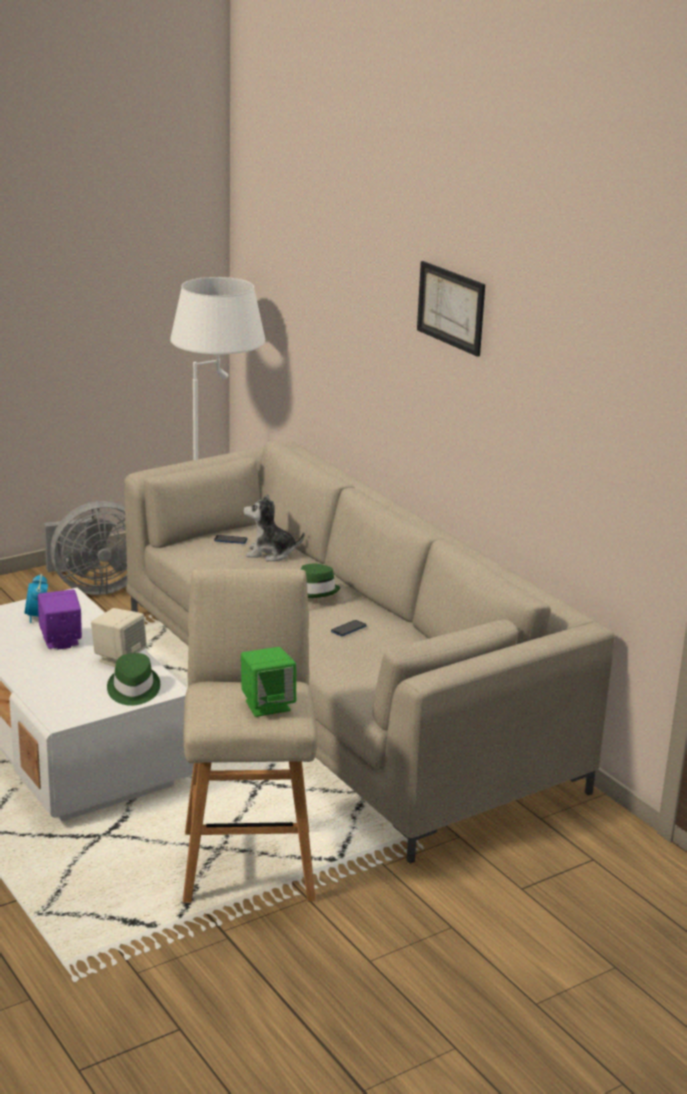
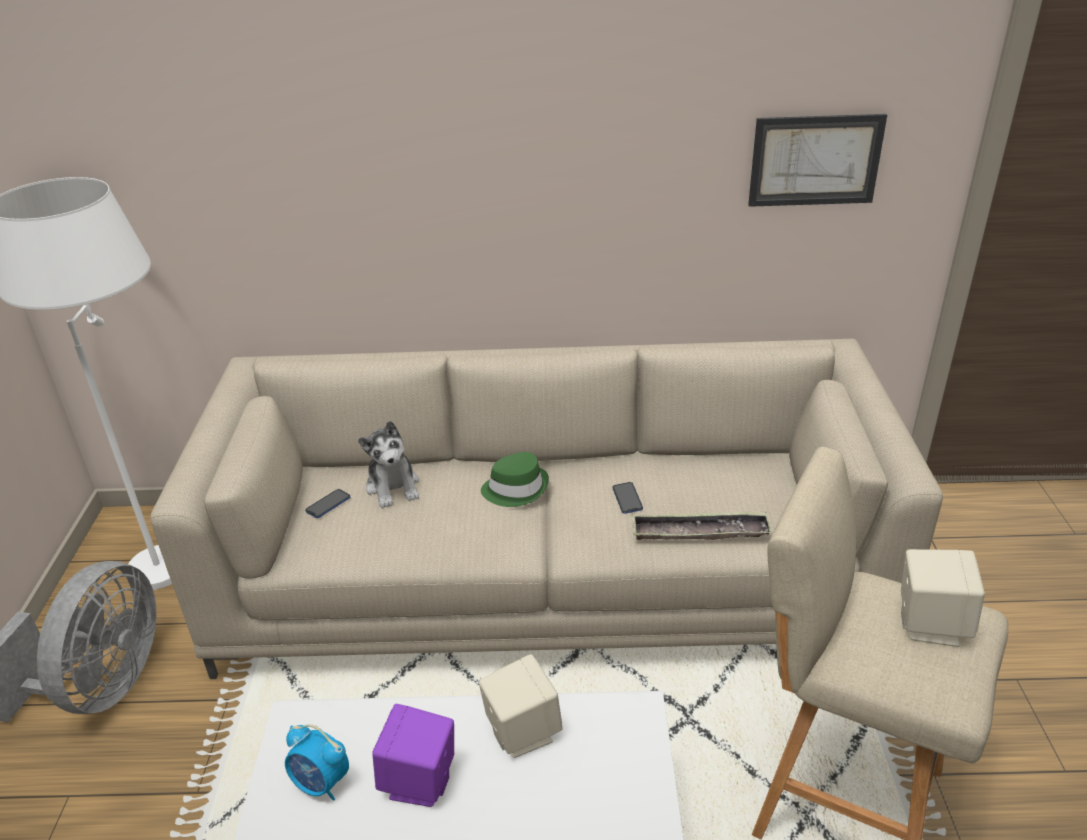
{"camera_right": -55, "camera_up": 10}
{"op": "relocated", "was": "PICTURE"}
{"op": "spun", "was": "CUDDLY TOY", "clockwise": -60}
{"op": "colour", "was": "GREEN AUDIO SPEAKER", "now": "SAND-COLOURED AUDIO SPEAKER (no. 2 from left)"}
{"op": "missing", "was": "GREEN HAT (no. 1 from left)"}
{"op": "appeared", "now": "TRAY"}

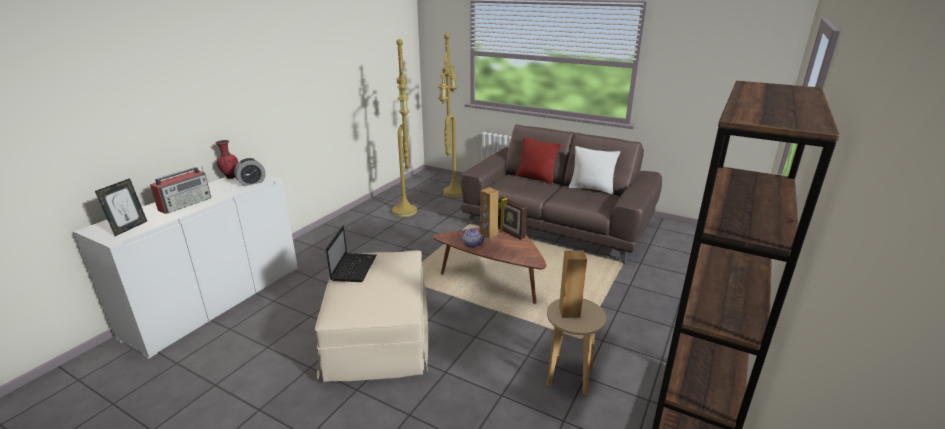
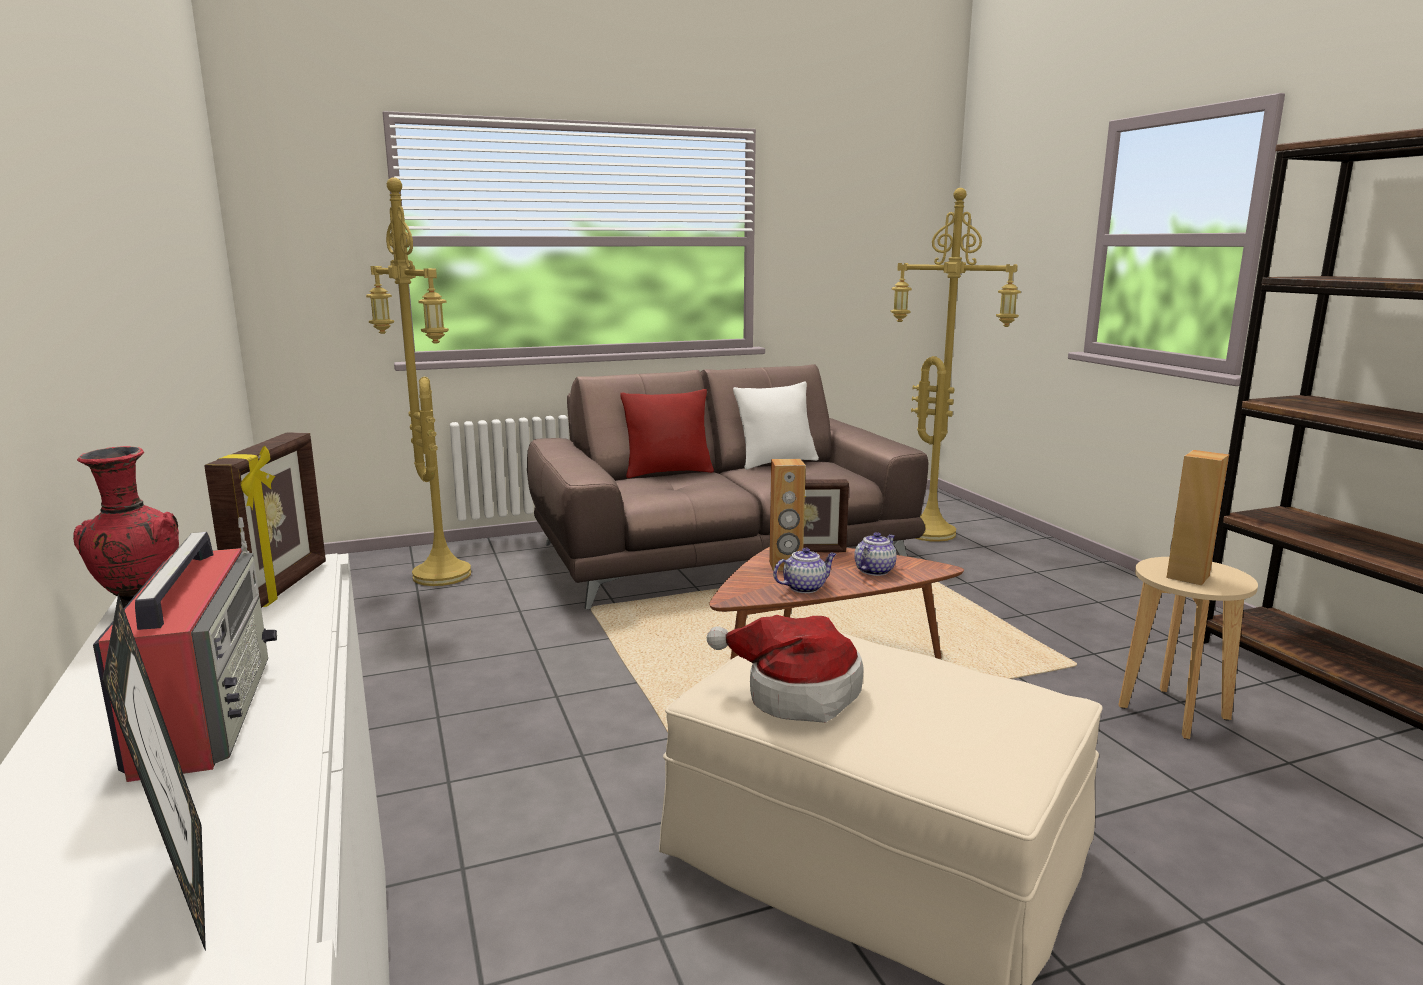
{"camera_right": -50, "camera_up": -10}
{"op": "relocated", "was": "YELLOWISH STANDARD LAMP (no. 1 from left in the first image)", "now": "YELLOWISH STANDARD LAMP (no. 2 from left)"}
{"op": "exchanged", "was": "BEDSIDE CLOCK", "now": "PICTURE FRAME (no. 2 from left)"}
{"op": "exchanged", "was": "PORTABLE COMPUTER", "now": "HAT"}
{"op": "appeared", "now": "TEA POT (no. 2 from left)"}

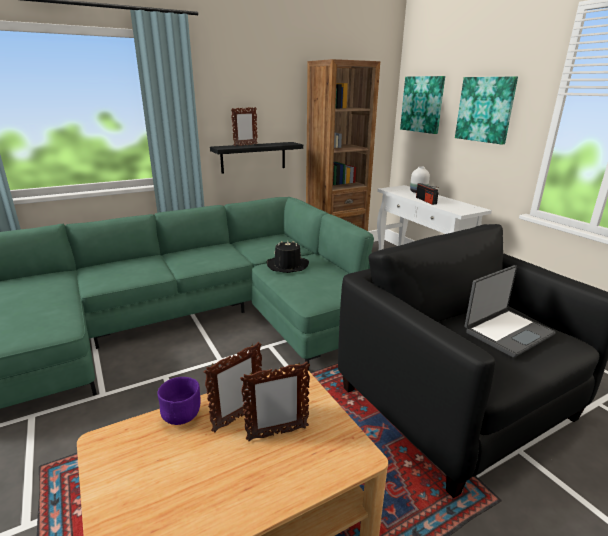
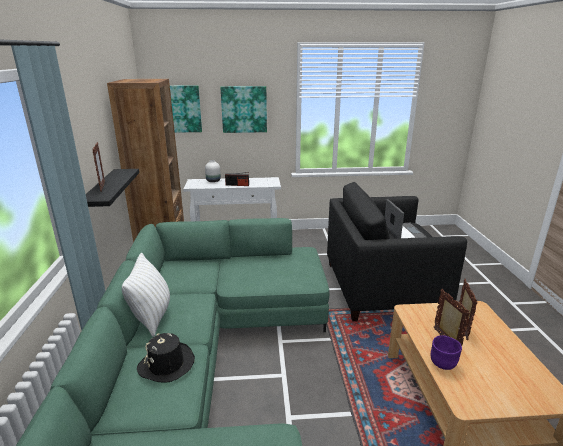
{"camera_right": -65, "camera_up": 0}
{"op": "relocated", "was": "BLACK-COLOURED HAT"}
{"op": "appeared", "now": "WHITE-COLOURED PILLOW"}

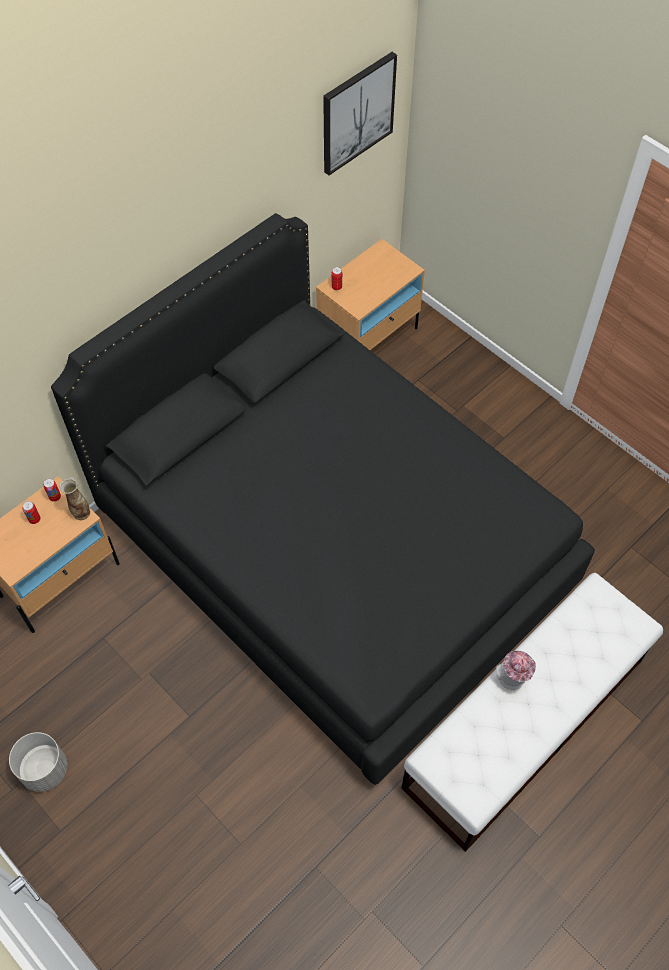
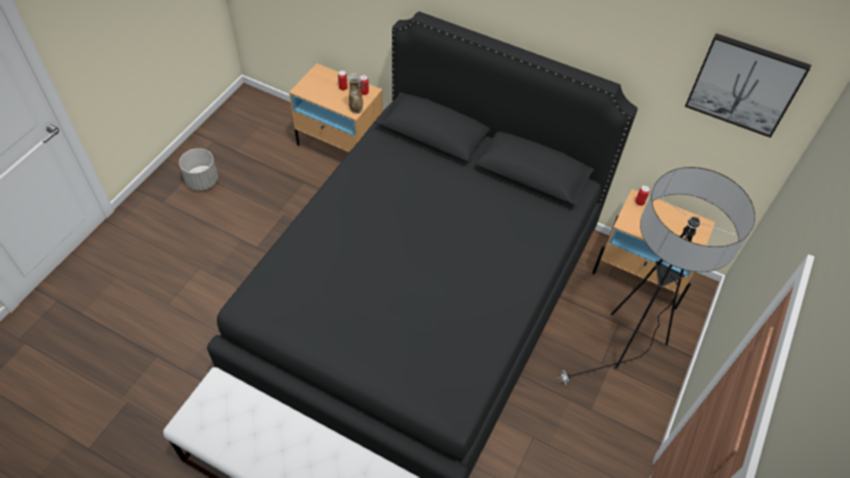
{"camera_right": 70, "camera_up": -5}
{"op": "missing", "was": "HAT"}
{"op": "appeared", "now": "STANDARD LAMP"}

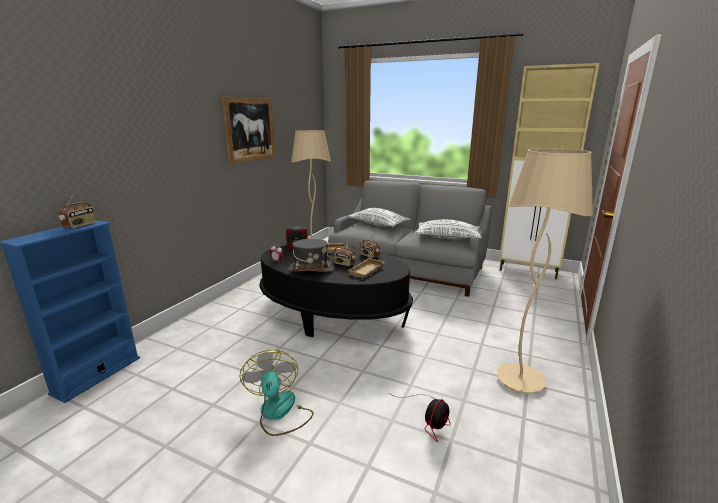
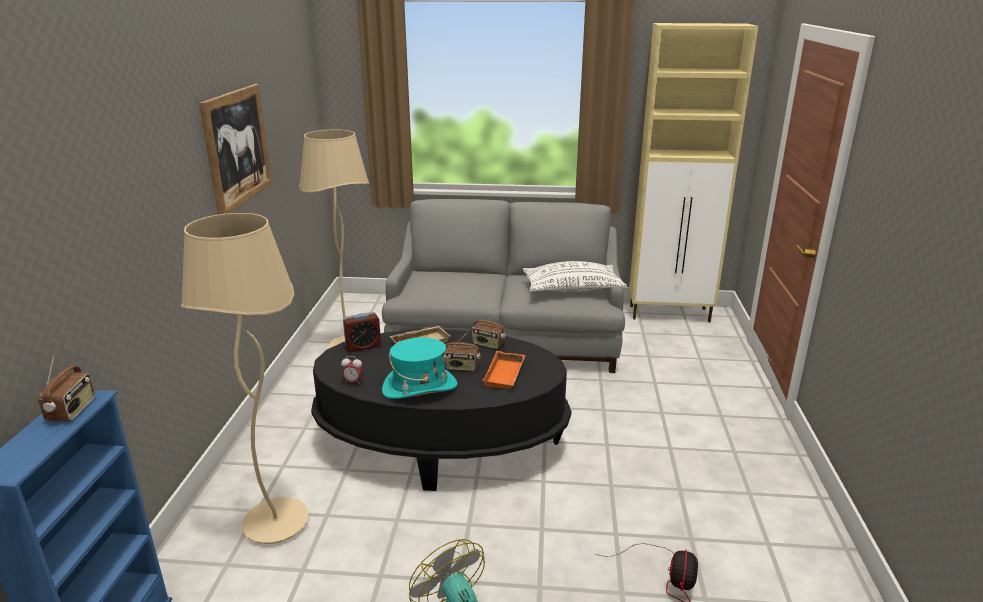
{"camera_right": -20, "camera_up": 5}
{"op": "relocated", "was": "SAND-COLOURED STANDARD LAMP (no. 2 from left in the first image)", "now": "SAND-COLOURED STANDARD LAMP (no. 1 from left)"}
{"op": "missing", "was": "WHITE-COLOURED PILLOW (no. 1 from left)"}
{"op": "colour", "was": "GREYISH HAT", "now": "TURQUOISE HAT"}
{"op": "colour", "was": "SAND-COLOURED TRAY (no. 2 from left)", "now": "ORANGEY TRAY"}

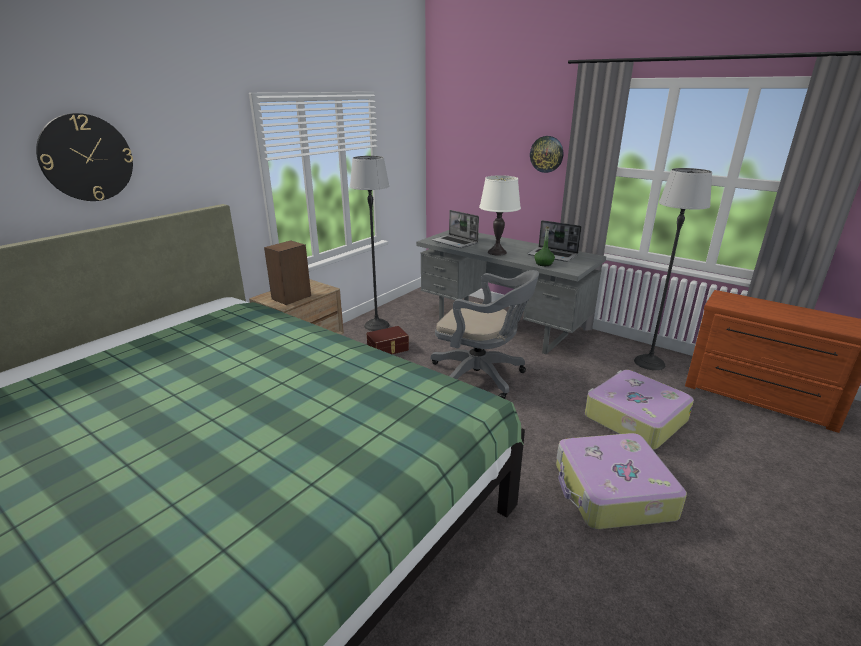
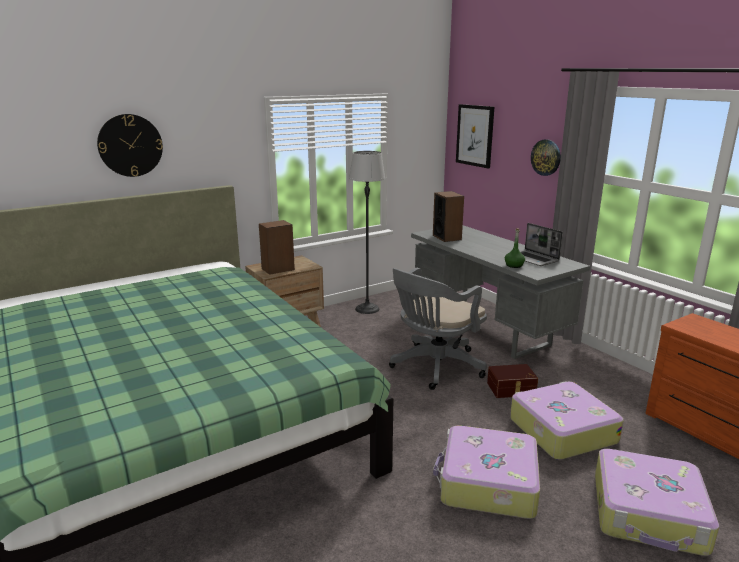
{"camera_right": 20, "camera_up": -5}
{"op": "missing", "was": "STANDARD LAMP (no. 2 from left)"}
{"op": "missing", "was": "WHITE-COLOURED TABLE LAMP"}
{"op": "exchanged", "was": "PORTABLE COMPUTER (no. 1 from left)", "now": "AUDIO SPEAKER (no. 2 from left)"}
{"op": "spun", "was": "GREYISH COMPUTER CHAIR", "clockwise": 90}
{"op": "relocated", "was": "BROWN-COLOURED STORAGE BOX"}
{"op": "appeared", "now": "PICTURE"}
{"op": "appeared", "now": "PIECE OF LUGGAGE (no. 3 from left)"}

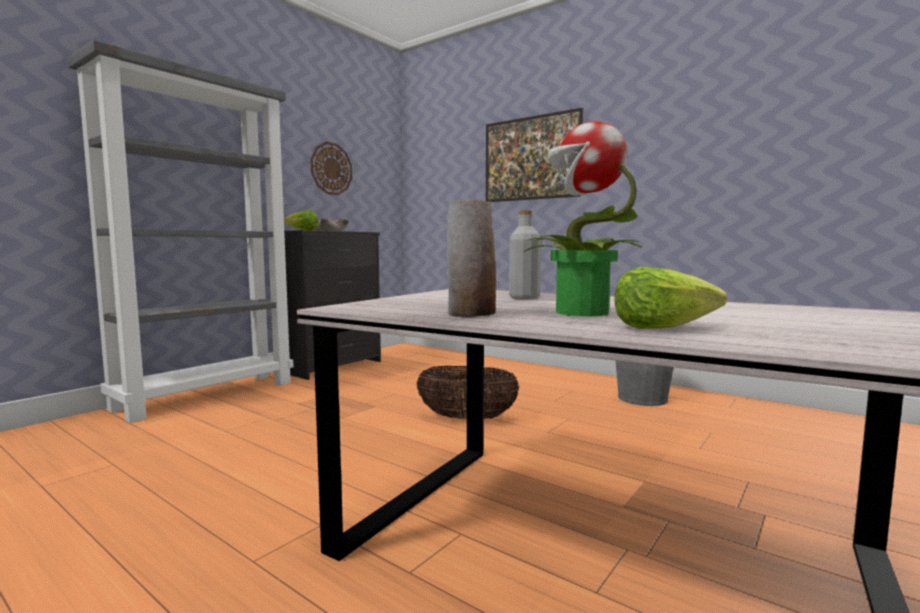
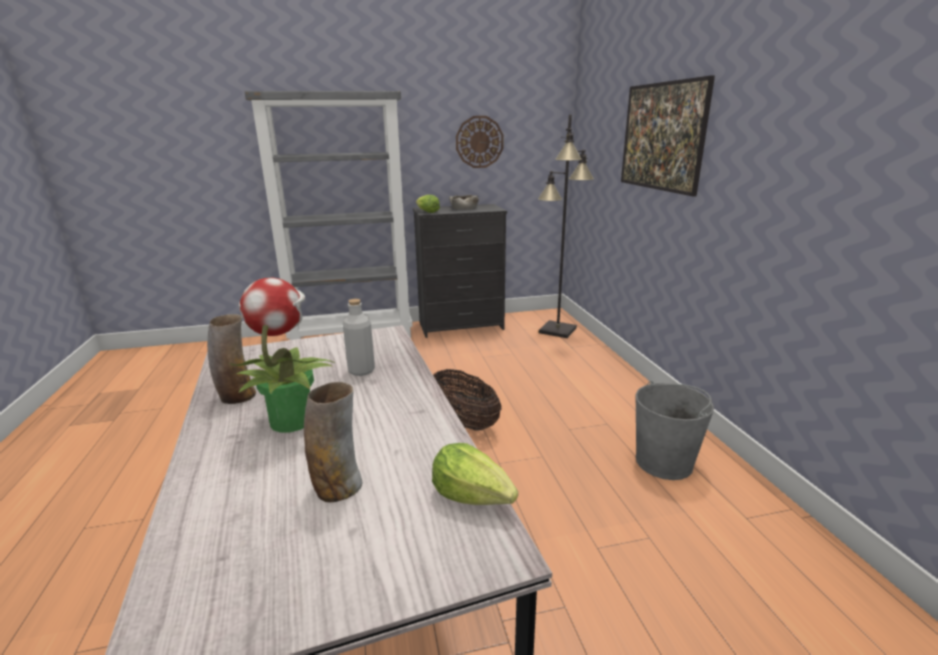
{"camera_right": 40, "camera_up": 15}
{"op": "relocated", "was": "HEAD OF LETTUCE (no. 2 from left)"}
{"op": "appeared", "now": "BLACK-COLOURED STANDARD LAMP"}
{"op": "appeared", "now": "VASE (no. 2 from left)"}

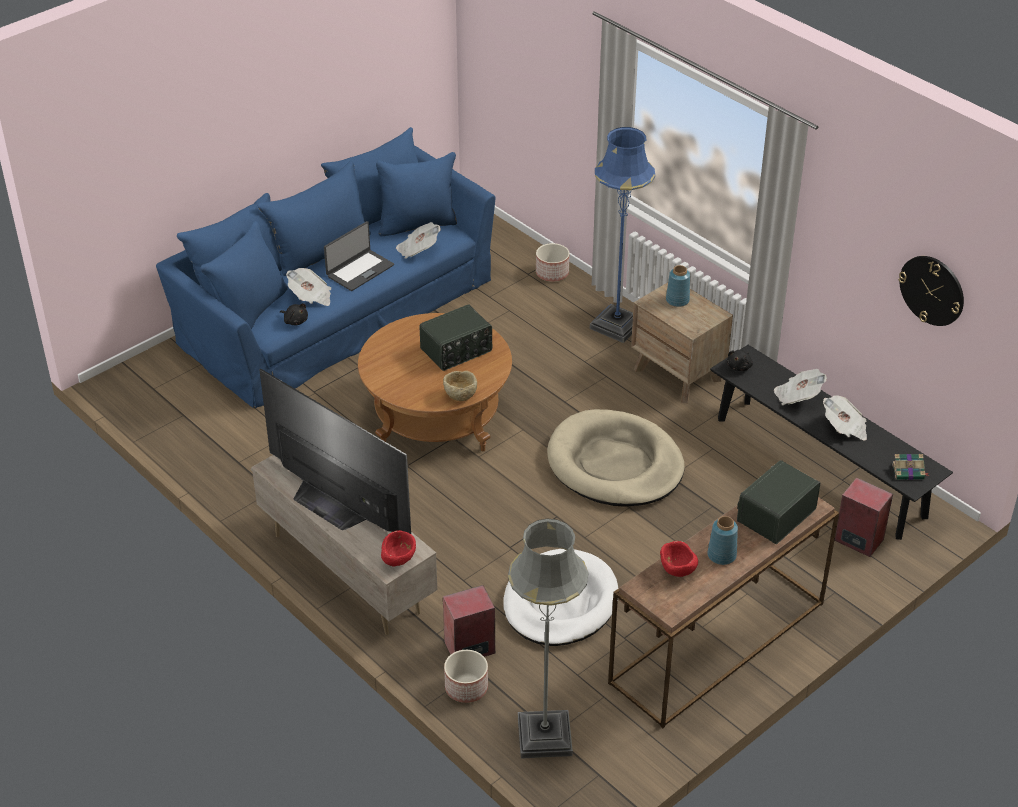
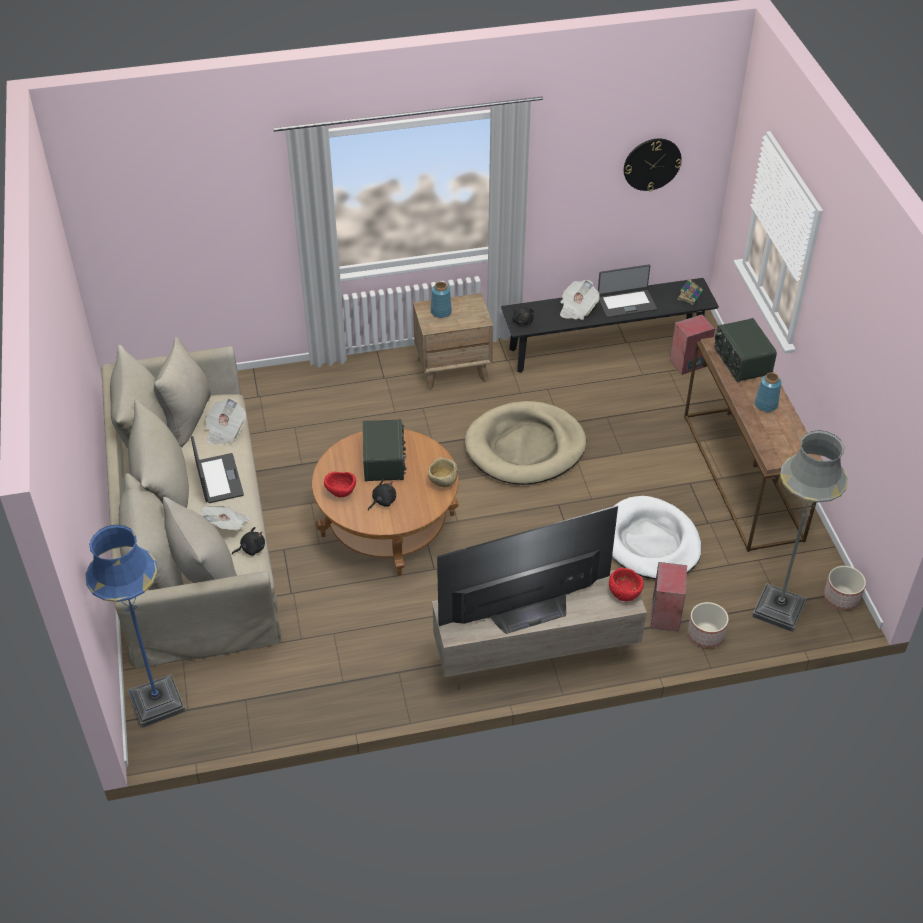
{"camera_right": -60, "camera_up": 5}
{"op": "colour", "was": "BLUISH COUCH", "now": "SAND-COLOURED COUCH"}
{"op": "relocated", "was": "BLUISH STANDARD LAMP"}
{"op": "relocated", "was": "PLANT POT (no. 2 from left)"}
{"op": "exchanged", "was": "PRINTED PAPER (no. 4 from left)", "now": "PORTABLE COMPUTER (no. 2 from left)"}
{"op": "relocated", "was": "REDDISH DEEP DISH (no. 2 from left in the first image)", "now": "REDDISH DEEP DISH (no. 1 from left)"}
{"op": "appeared", "now": "BLACK-COLOURED CUDDLY TOY (no. 2 from left)"}

